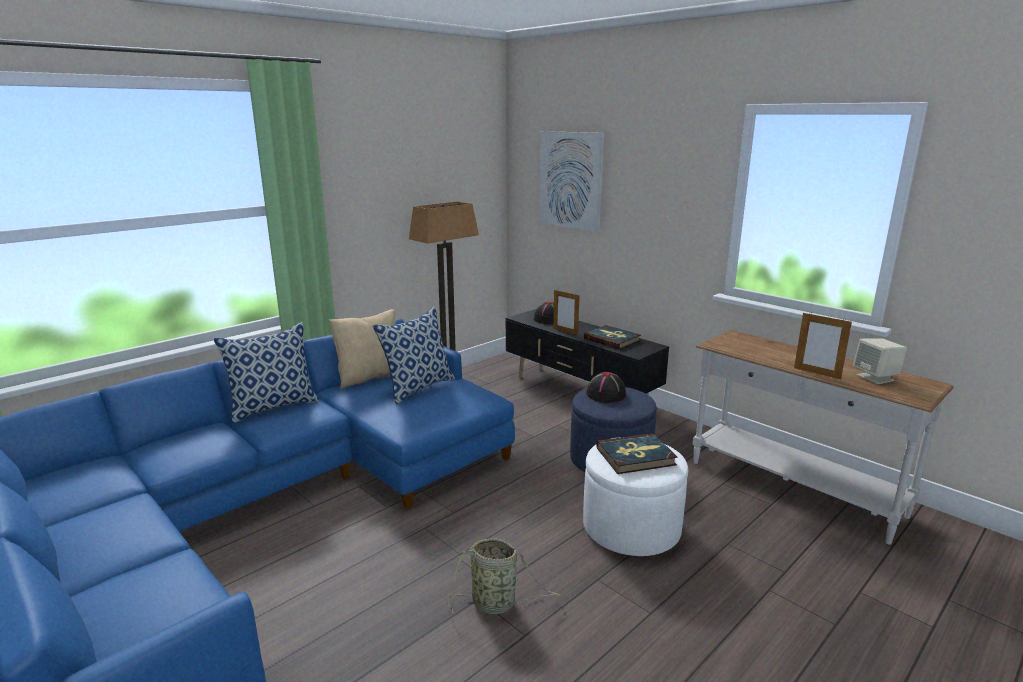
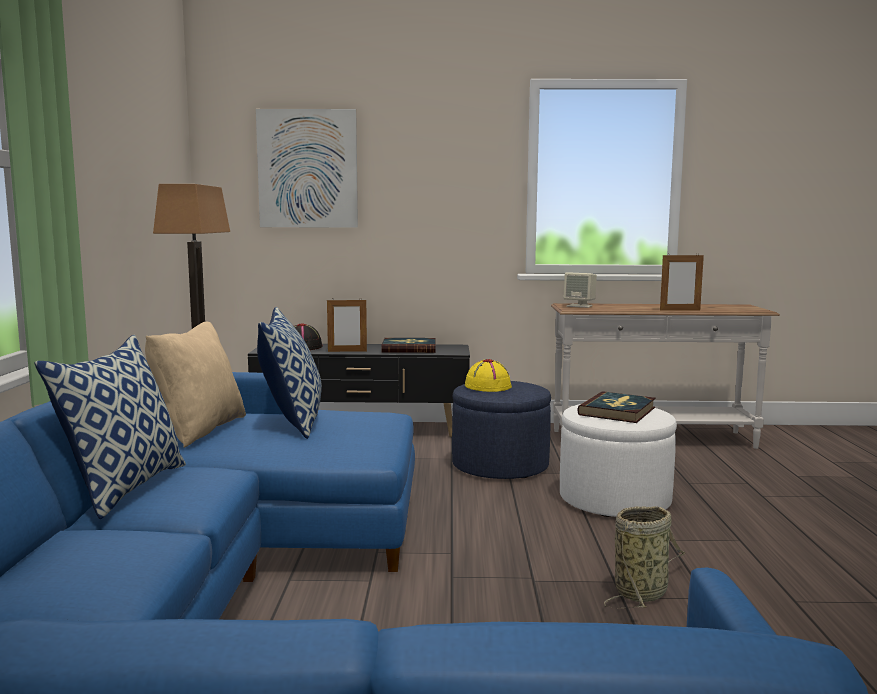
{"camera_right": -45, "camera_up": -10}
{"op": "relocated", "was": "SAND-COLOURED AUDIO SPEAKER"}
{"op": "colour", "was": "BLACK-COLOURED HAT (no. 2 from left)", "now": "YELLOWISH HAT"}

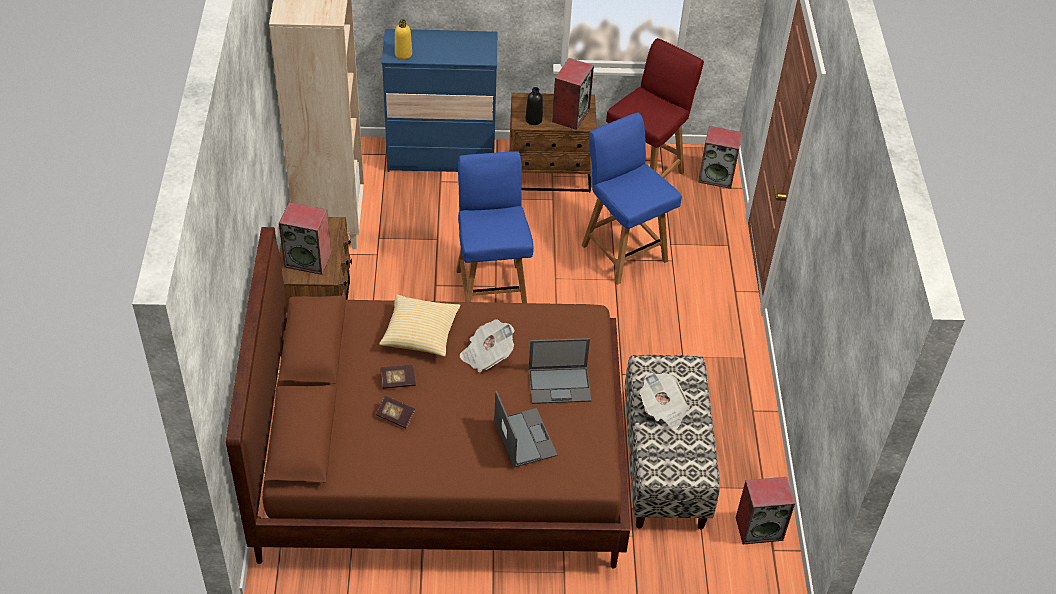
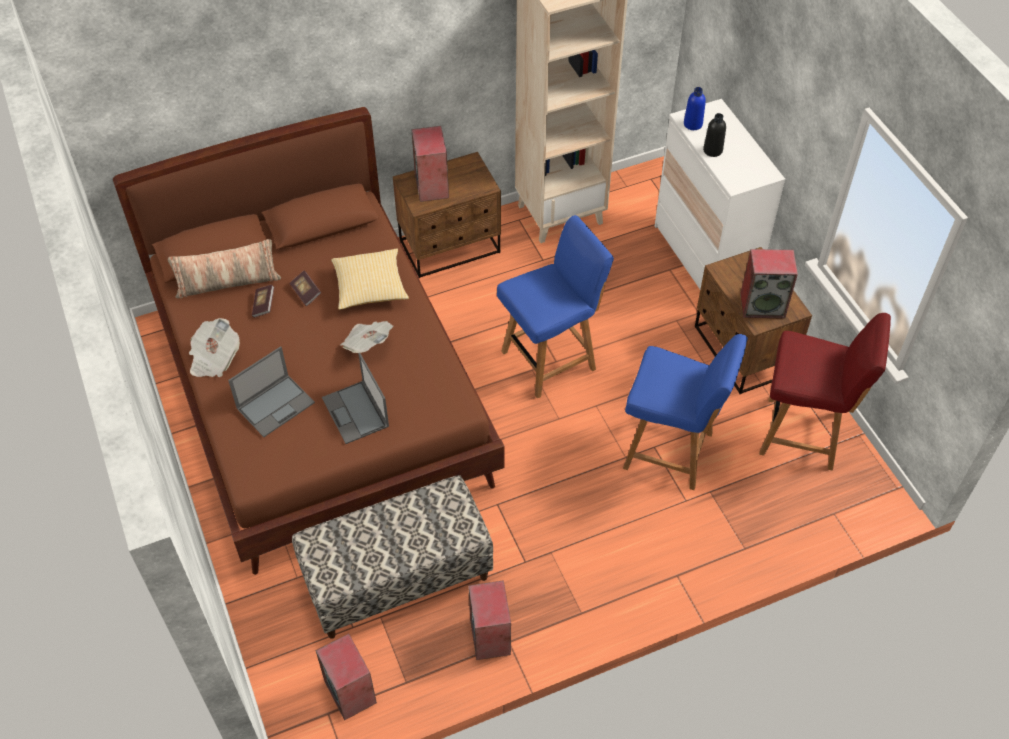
{"camera_right": 70, "camera_up": 5}
{"op": "colour", "was": "YELLOWISH BOTTLE", "now": "BLUISH BOTTLE"}
{"op": "colour", "was": "BLUISH DRAWER CHEST", "now": "WHITE-COLOURED DRAWER CHEST"}
{"op": "relocated", "was": "BLACK-COLOURED BOTTLE"}
{"op": "spun", "was": "BLUISH UPRIGHT CHAIR (no. 2 from left)", "clockwise": 75}
{"op": "relocated", "was": "AUDIO SPEAKER (no. 3 from left)"}
{"op": "relocated", "was": "PRINTED PAPER (no. 2 from left in the first image)", "now": "PRINTED PAPER (no. 1 from left)"}
{"op": "appeared", "now": "PILLOW (no. 1 from left)"}

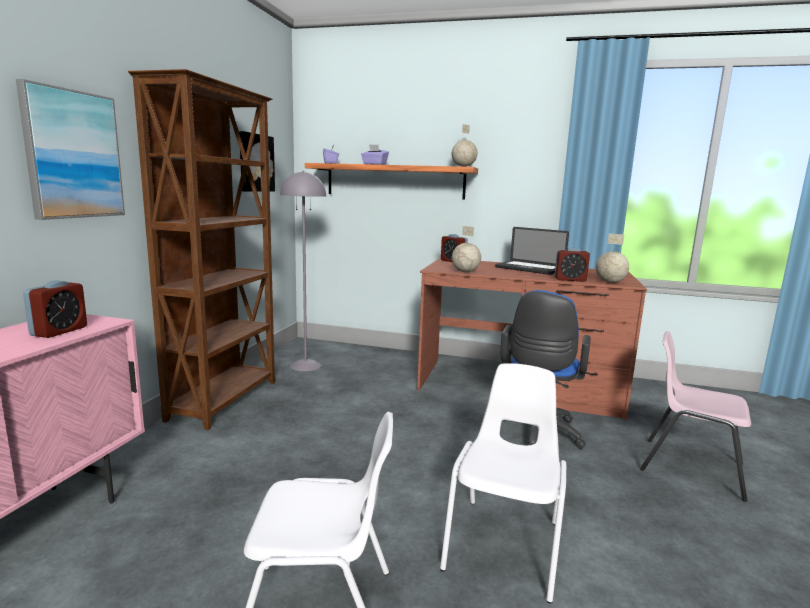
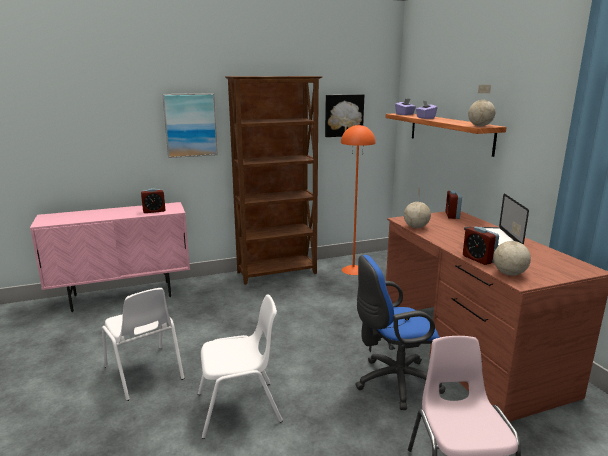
{"camera_right": 55, "camera_up": 5}
{"op": "colour", "was": "GREYISH STANDARD LAMP", "now": "ORANGEY STANDARD LAMP"}

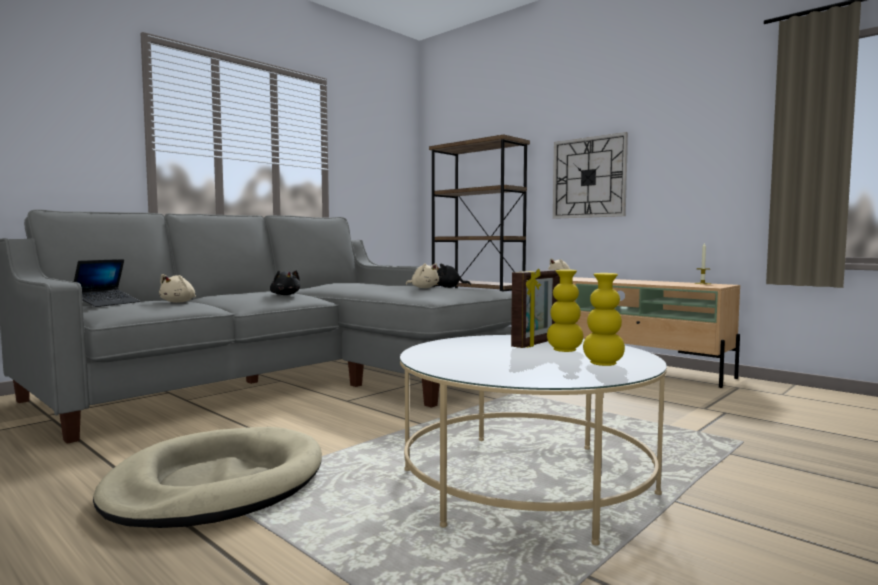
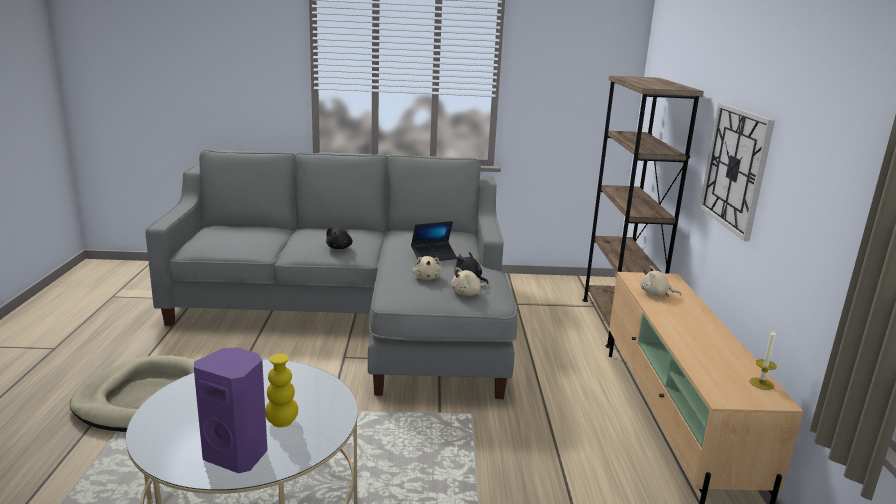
{"camera_right": 45, "camera_up": 15}
{"op": "relocated", "was": "PORTABLE COMPUTER"}
{"op": "missing", "was": "PICTURE FRAME"}
{"op": "exchanged", "was": "YELLOWISH VASE (no. 2 from left)", "now": "PURPLE-COLOURED AUDIO SPEAKER"}
{"op": "relocated", "was": "SAND-COLOURED CUDDLY TOY (no. 1 from left in the first image)", "now": "SAND-COLOURED CUDDLY TOY (no. 2 from left)"}

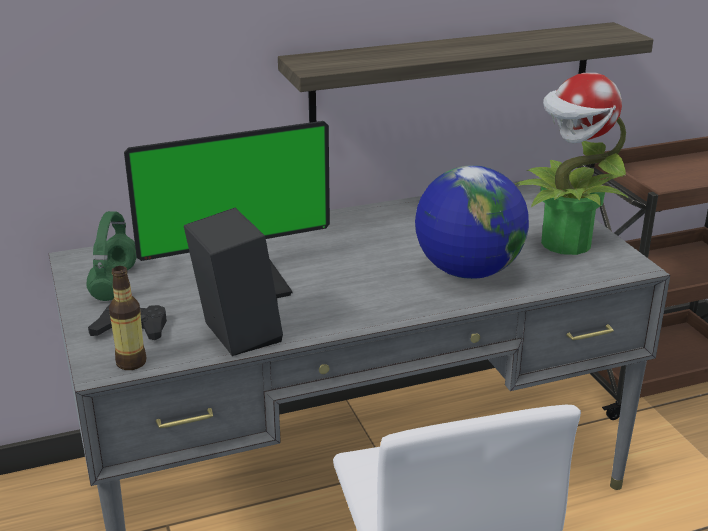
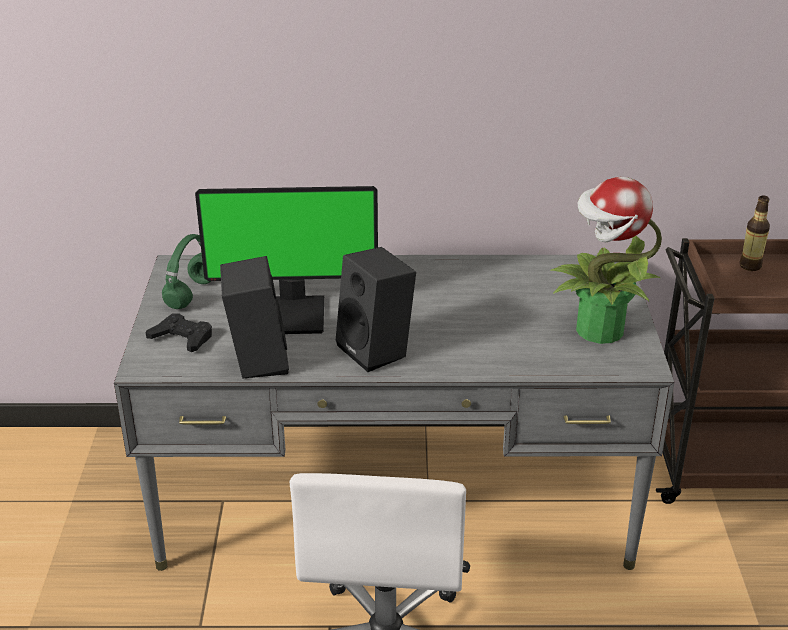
{"camera_right": 20, "camera_up": 5}
{"op": "missing", "was": "SHELF"}
{"op": "missing", "was": "WORLD GLOBE"}
{"op": "relocated", "was": "BOTTLE"}
{"op": "appeared", "now": "BLACK-COLOURED AUDIO SPEAKER (no. 2 from left)"}

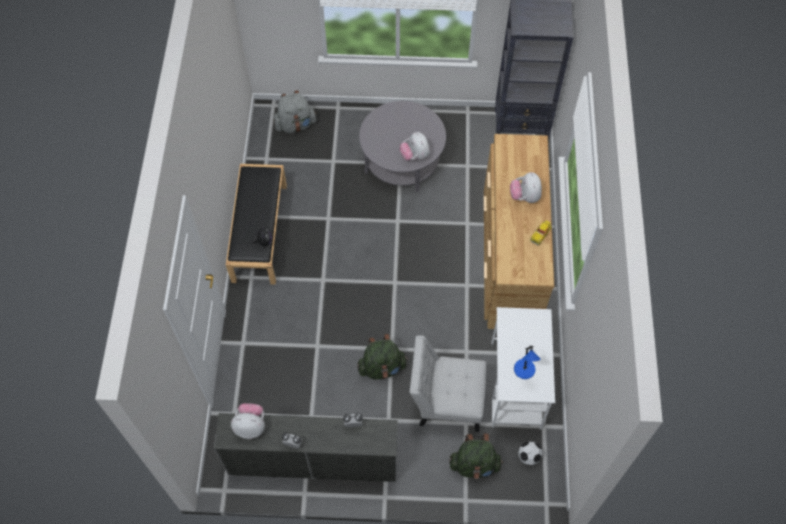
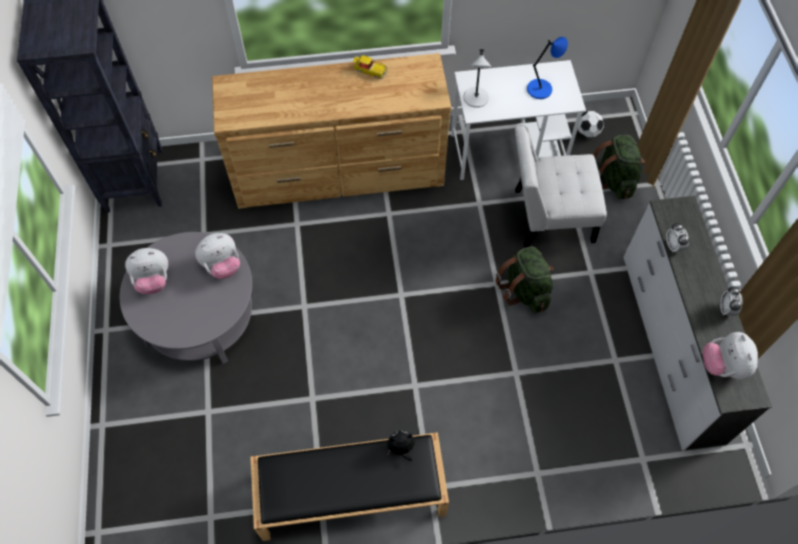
{"camera_right": -100, "camera_up": 0}
{"op": "missing", "was": "GREYISH BACKPACK"}
{"op": "relocated", "was": "CUDDLY TOY (no. 4 from left in the first image)", "now": "CUDDLY TOY (no. 1 from left)"}
{"op": "spun", "was": "WHITE-COLOURED UPRIGHT CHAIR", "clockwise": 90}
{"op": "appeared", "now": "GREYISH TABLE LAMP"}

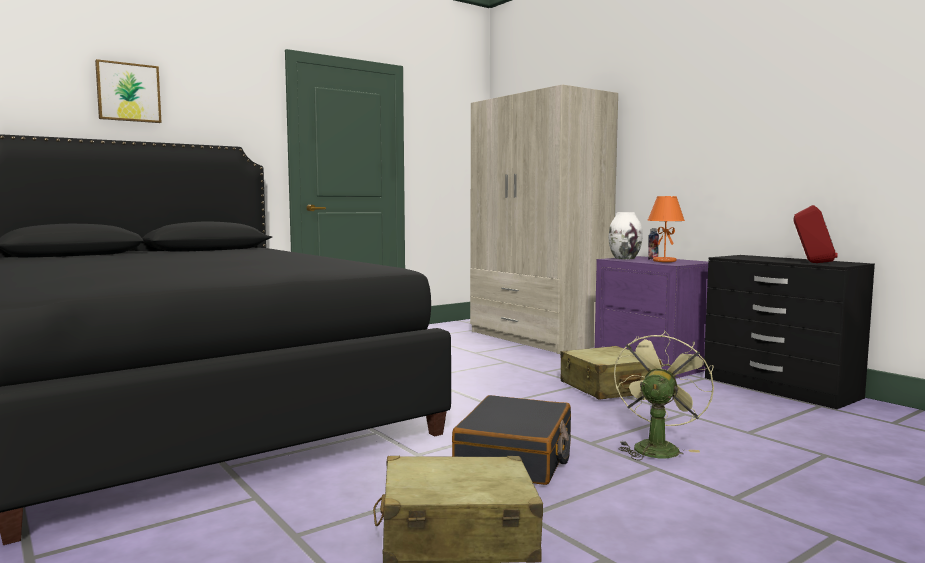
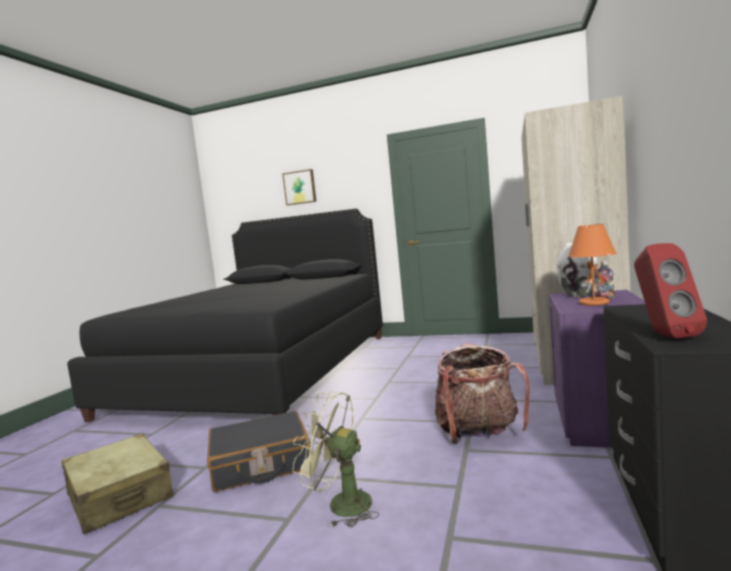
{"camera_right": 55, "camera_up": 0}
{"op": "spun", "was": "GREEN ELECTRIC FAN", "clockwise": -150}
{"op": "exchanged", "was": "SAND-COLOURED PIECE OF LUGGAGE (no. 2 from left)", "now": "BACKPACK"}

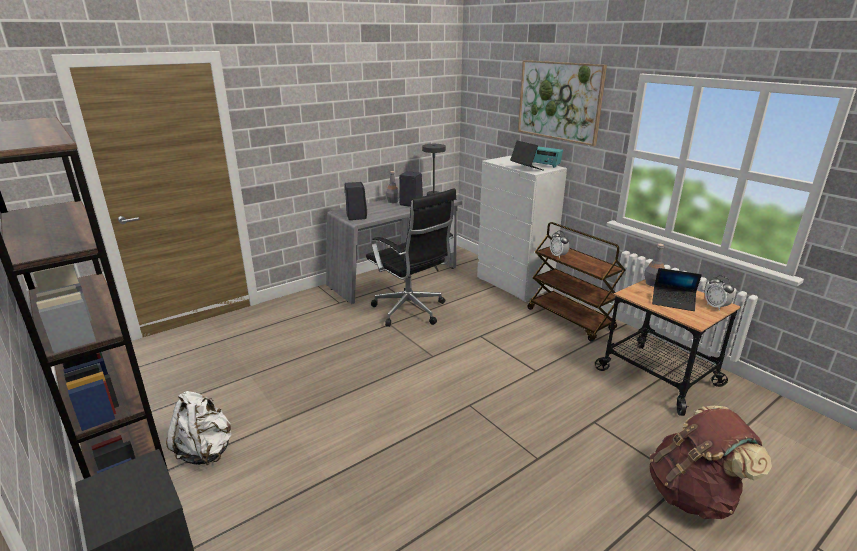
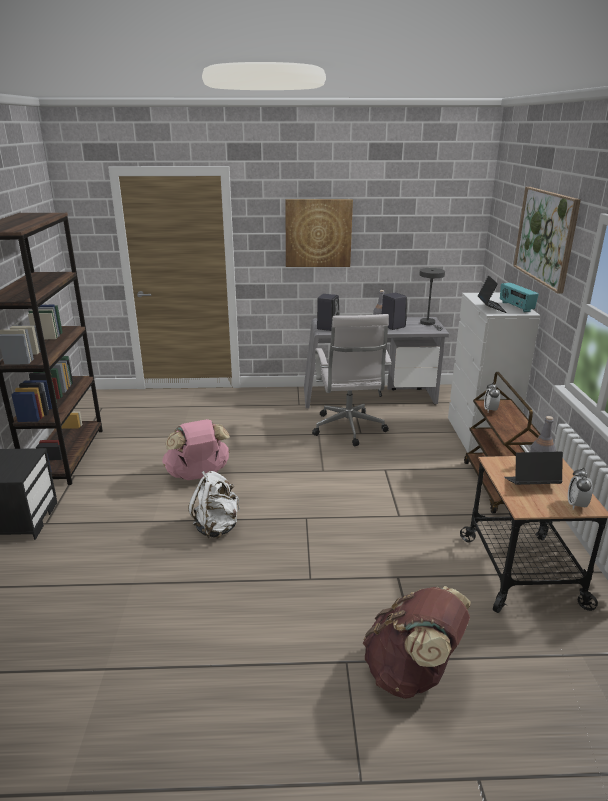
{"camera_right": 35, "camera_up": 0}
{"op": "colour", "was": "BLACK-COLOURED COMPUTER CHAIR", "now": "WHITE-COLOURED COMPUTER CHAIR"}
{"op": "spun", "was": "PORTABLE COMPUTER (no. 2 from left)", "clockwise": 120}
{"op": "relocated", "was": "WHITE-COLOURED BACKPACK"}
{"op": "appeared", "now": "PICTURE (no. 1 from left)"}
{"op": "appeared", "now": "PINK BACKPACK"}

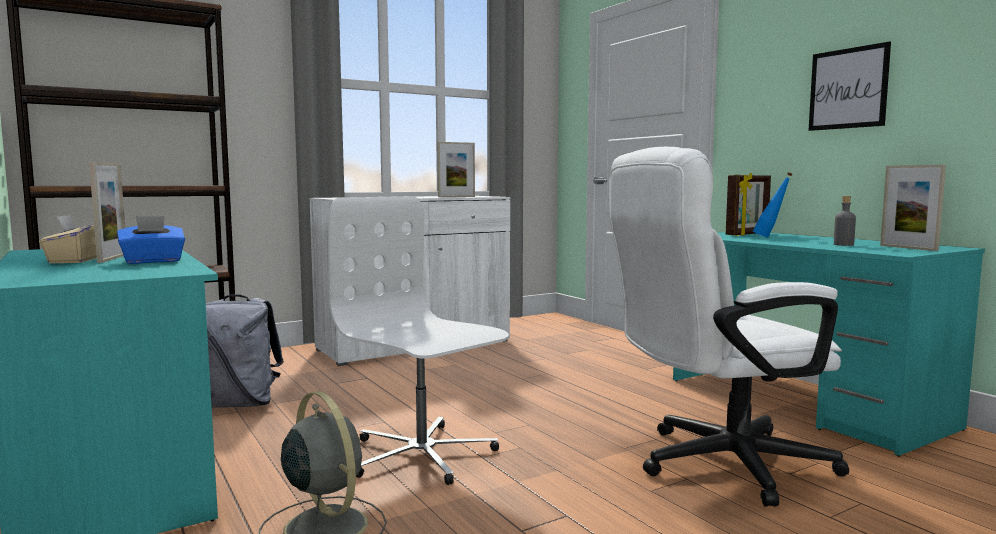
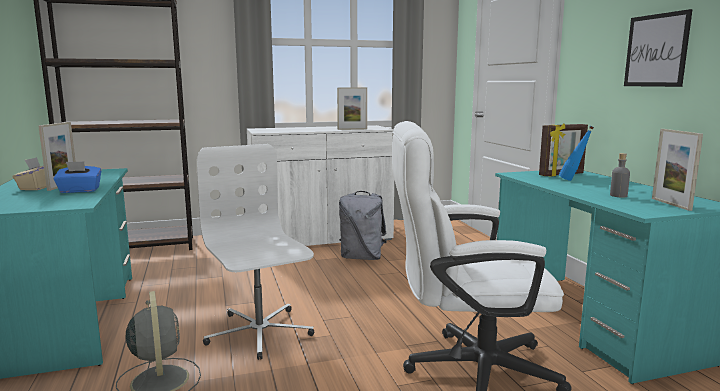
{"camera_right": 15, "camera_up": 5}
{"op": "relocated", "was": "GREYISH BACKPACK"}

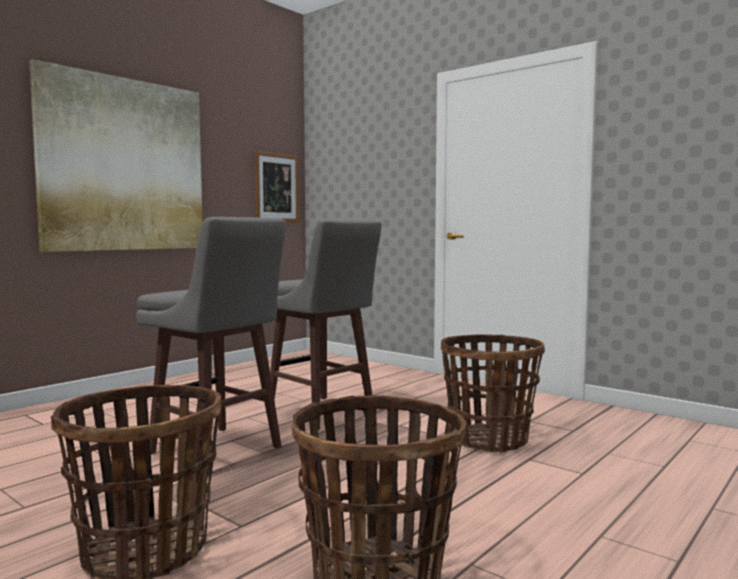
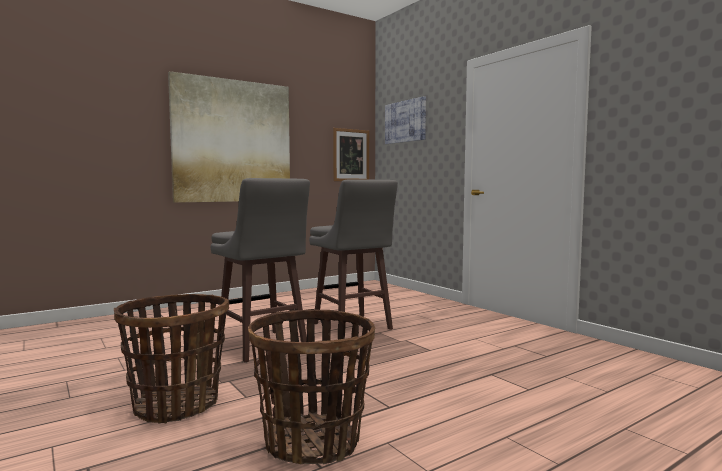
{"camera_right": 15, "camera_up": 0}
{"op": "missing", "was": "STORAGE BASKET (no. 3 from left)"}
{"op": "appeared", "now": "PICTURE (no. 3 from left)"}

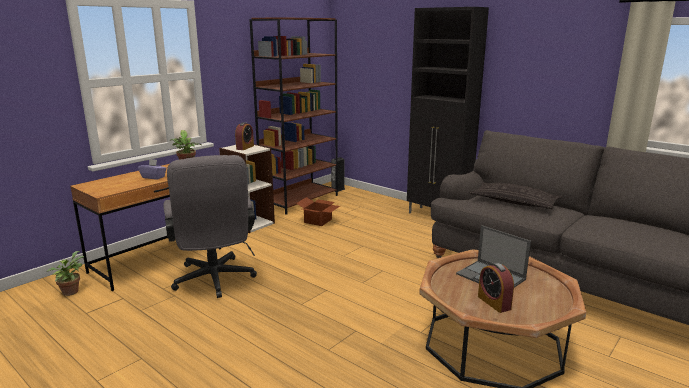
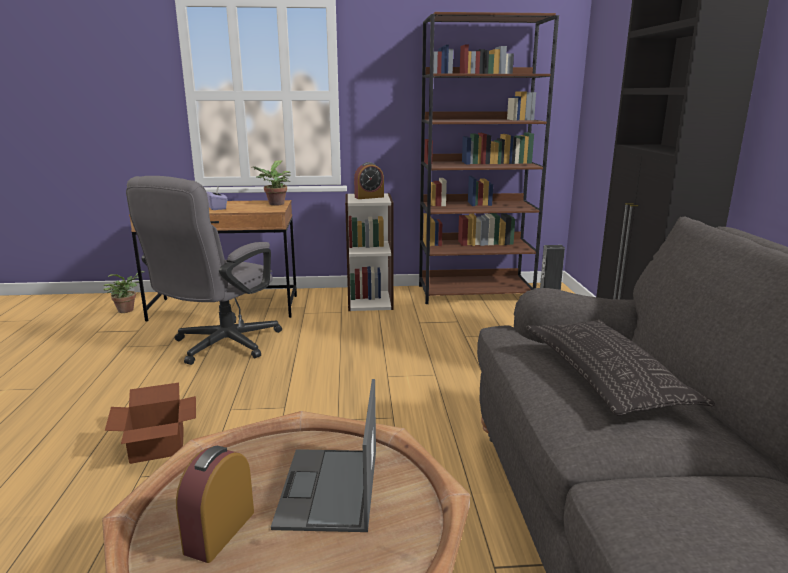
{"camera_right": 45, "camera_up": 0}
{"op": "relocated", "was": "CARDBOARD BOX"}

